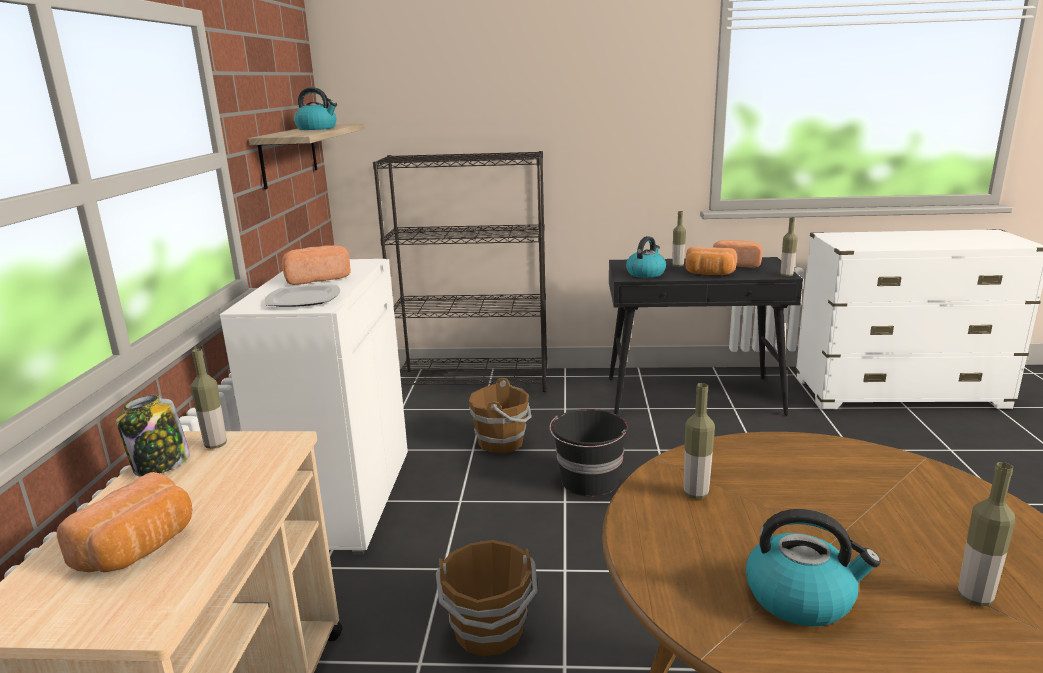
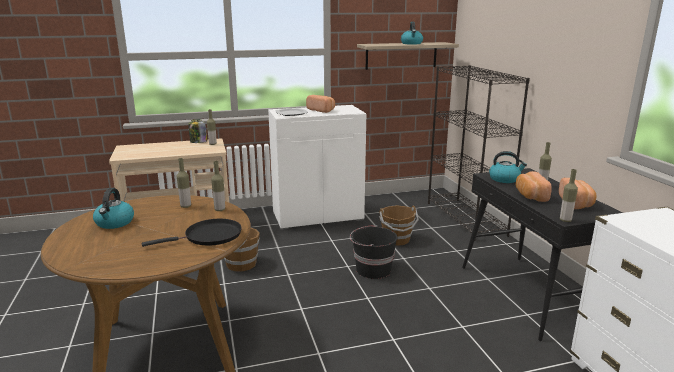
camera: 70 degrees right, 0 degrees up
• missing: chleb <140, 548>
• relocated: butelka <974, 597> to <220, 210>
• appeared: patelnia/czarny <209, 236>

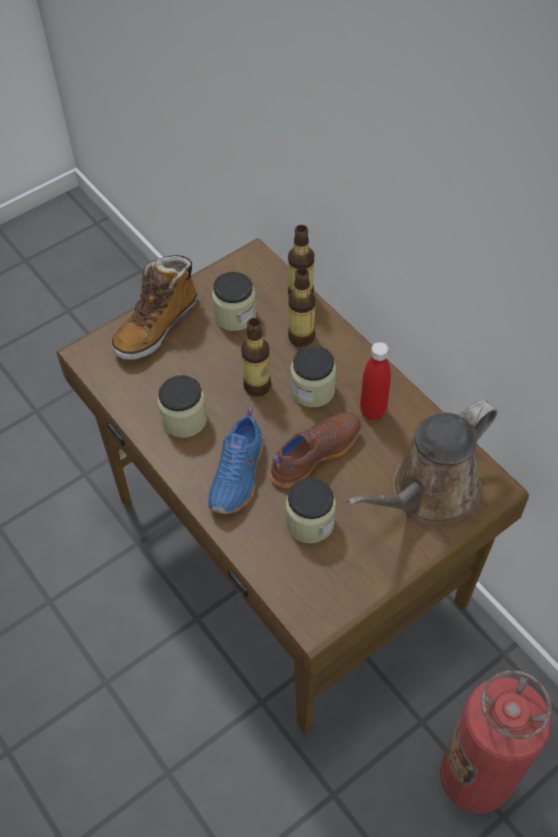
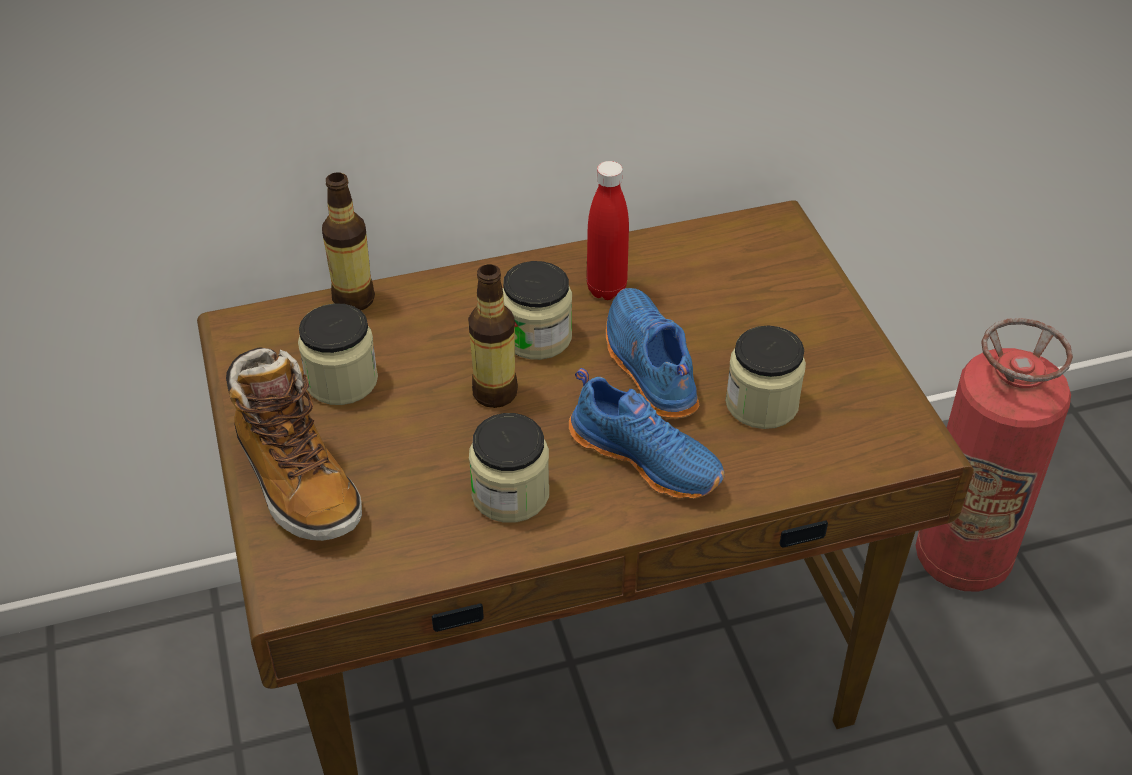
camera: 70 degrees left, 10 degrees down
• colour: but/brązowy <313, 453> to but/niebieski <647, 367>
• missing: butelka <301, 337>
• missing: konewka/brązowy <428, 493>

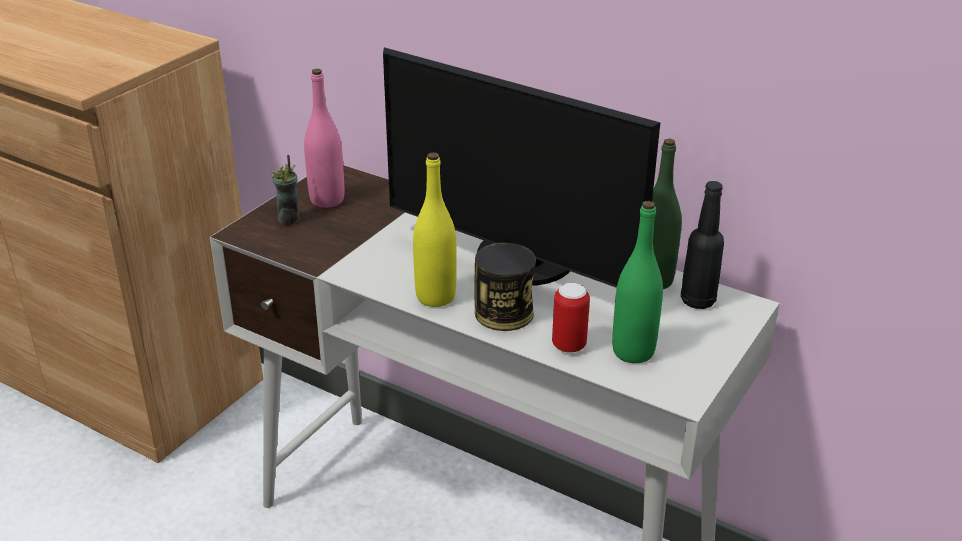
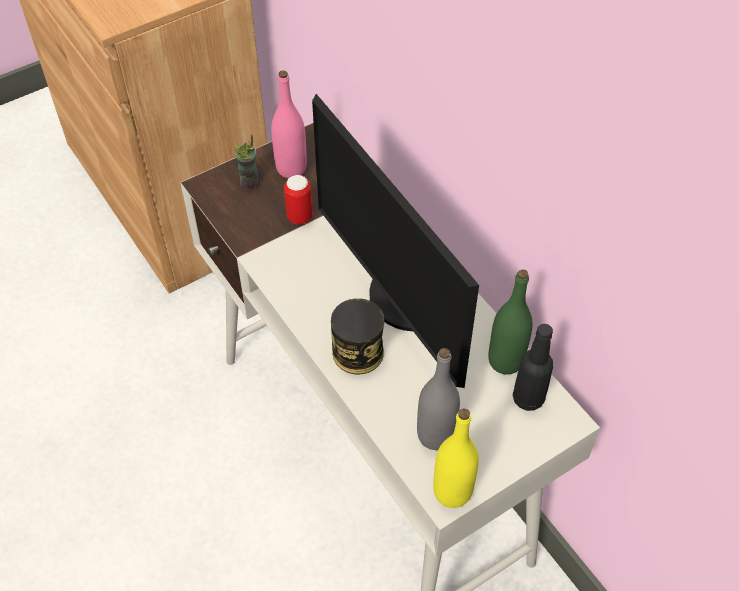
camera: 25 degrees right, 20 degrees up
• relocated: butelka/żółty <435, 297> to <452, 491>
• relocated: puszka <569, 345> to <300, 217>
• colour: butelka/zielony <633, 351> to butelka/szary <435, 435>

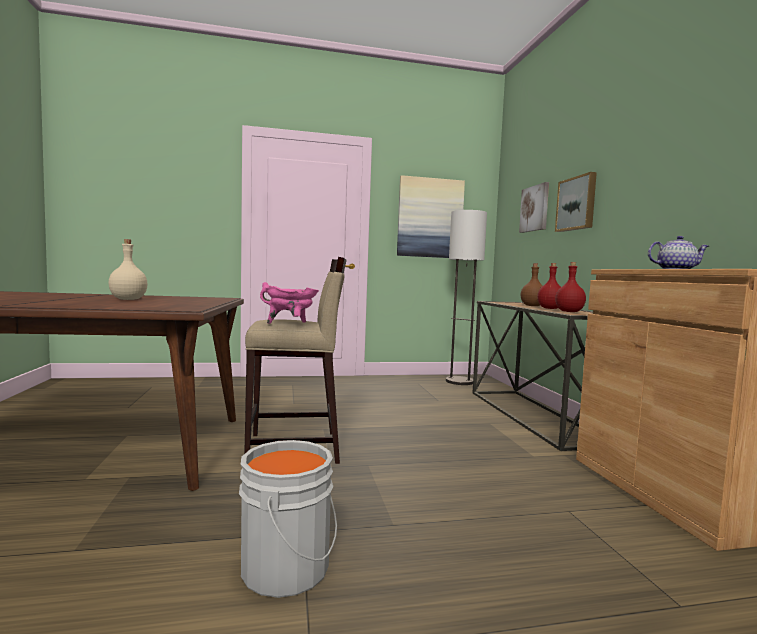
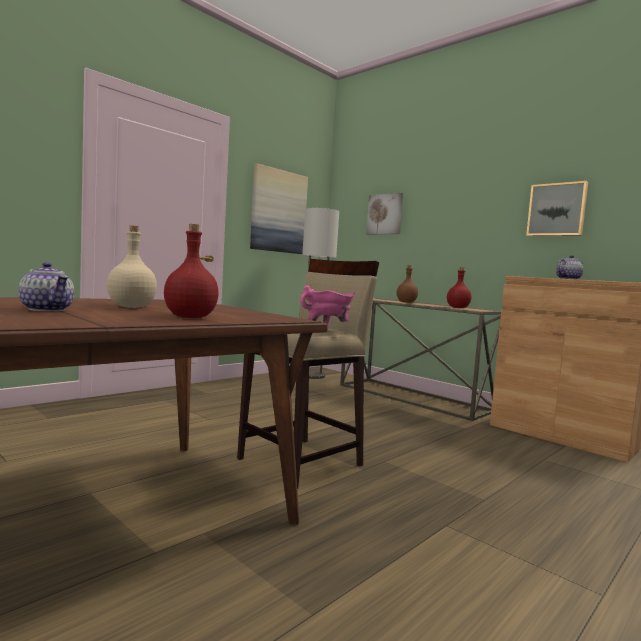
camera: 35 degrees left, 0 degrees up
• missing: wiadro/szary <290, 569>
• relocated: butelka/czerwony <550, 308> to <191, 317>
• relocated: obraz <577, 203> to <557, 210>
• appeared: imbryk <48, 309>

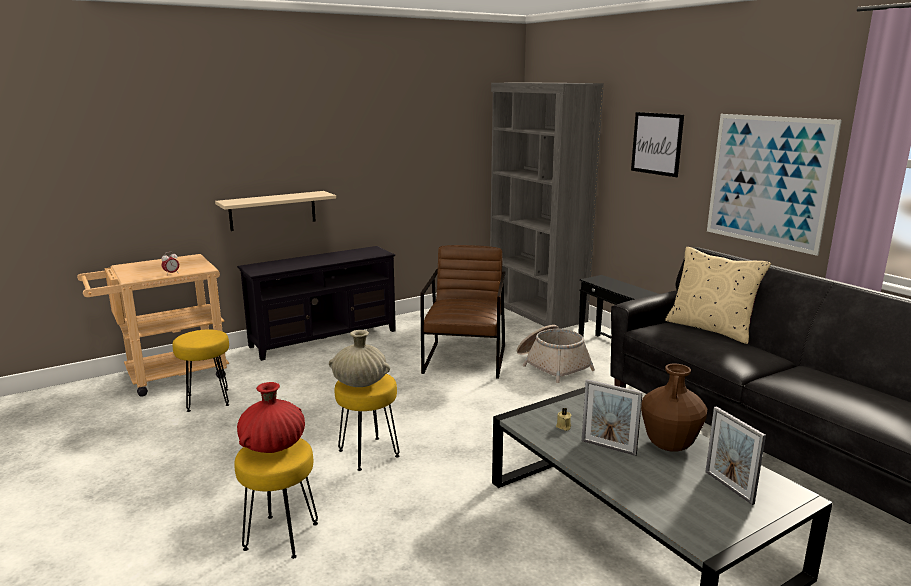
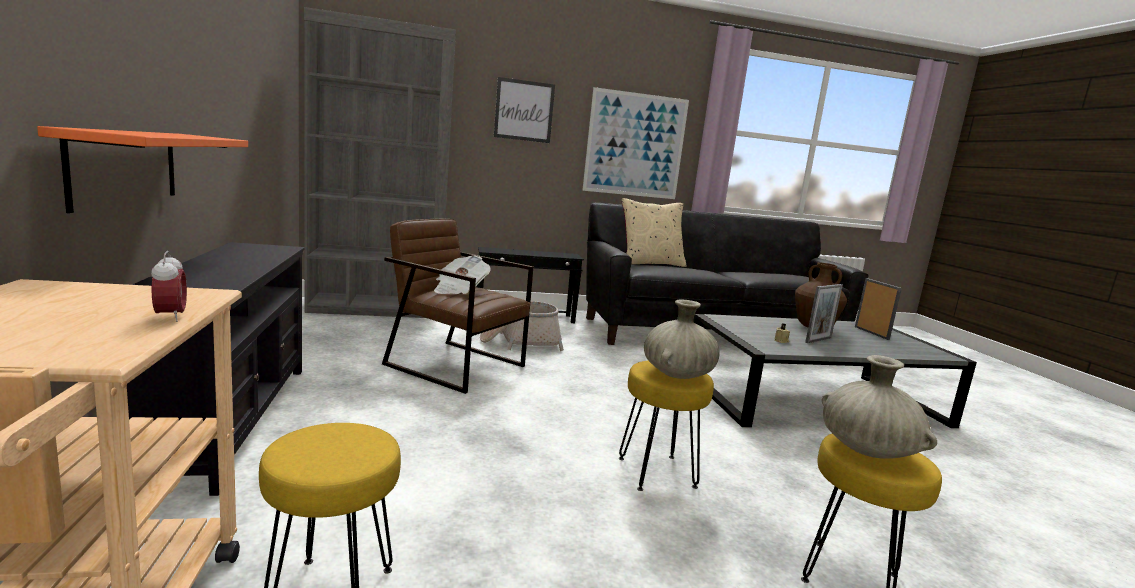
camera: 70 degrees left, 5 degrees down
• colour: półka/beżowy <273, 210> to półka/pomarańczowy <125, 167>
• colour: wazon/czerwony <273, 446> to wazon/beżowy <867, 450>
• spun: ramka na zdjęcie <728, 487> = <871, 333> 105 degrees counterclockwise
• appeared: gazeta <459, 290>

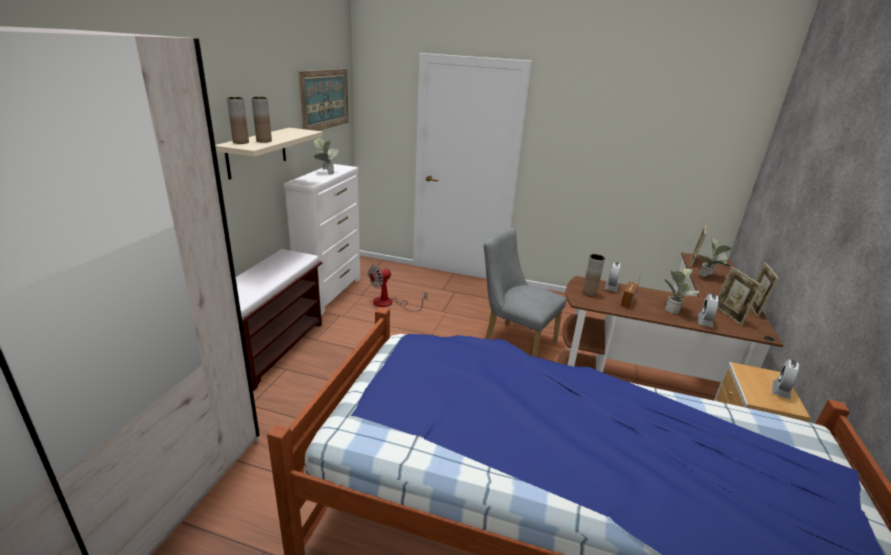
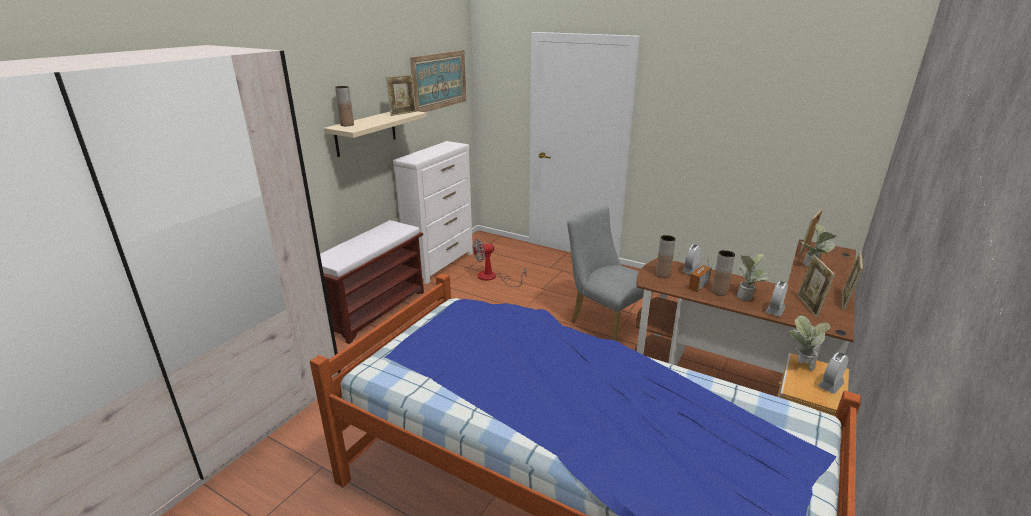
camera: 15 degrees right, 0 degrees up
• relocated: wazon/brązowy <264, 141> to <719, 292>
• relocated: roślina doniczkowa <326, 173> to <800, 364>
• appeared: ramka na zdjęcie <403, 113>

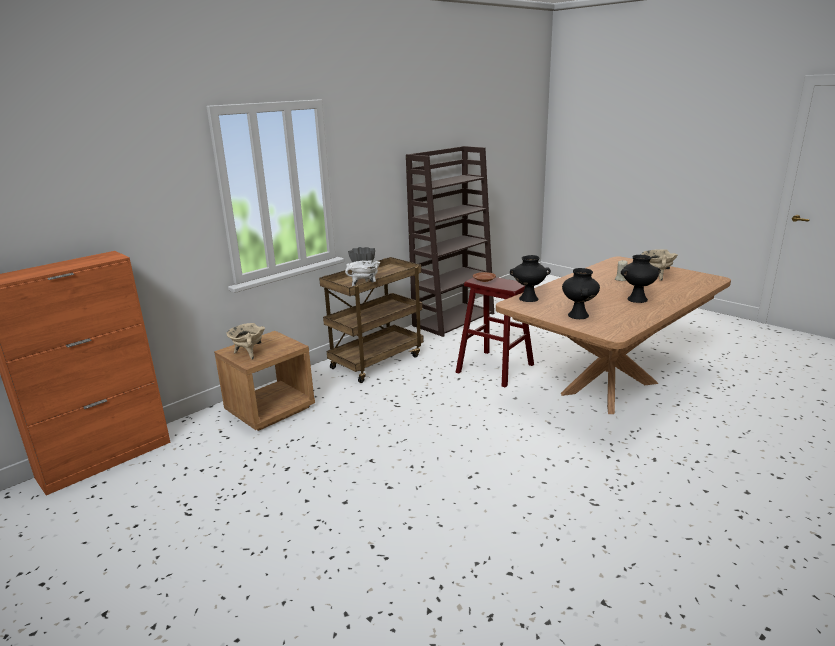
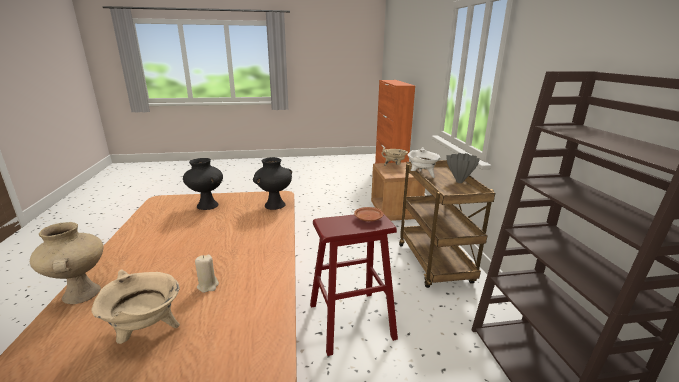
camera: 125 degrees right, 0 degrees up
• missing: wazon/czarny <637, 299>
• appeared: wazon/beżowy <81, 293>

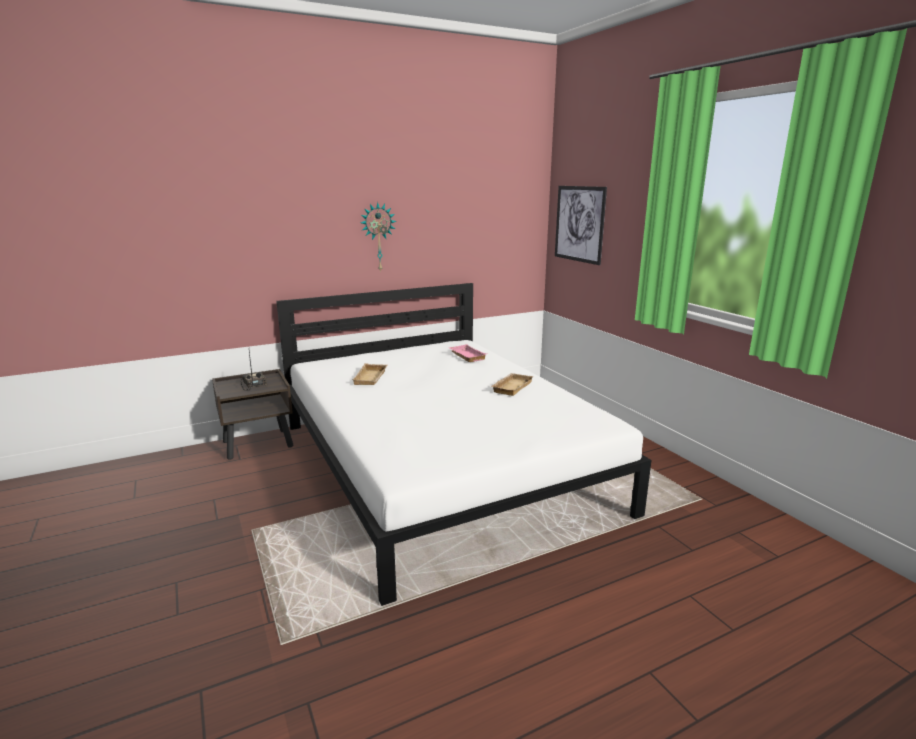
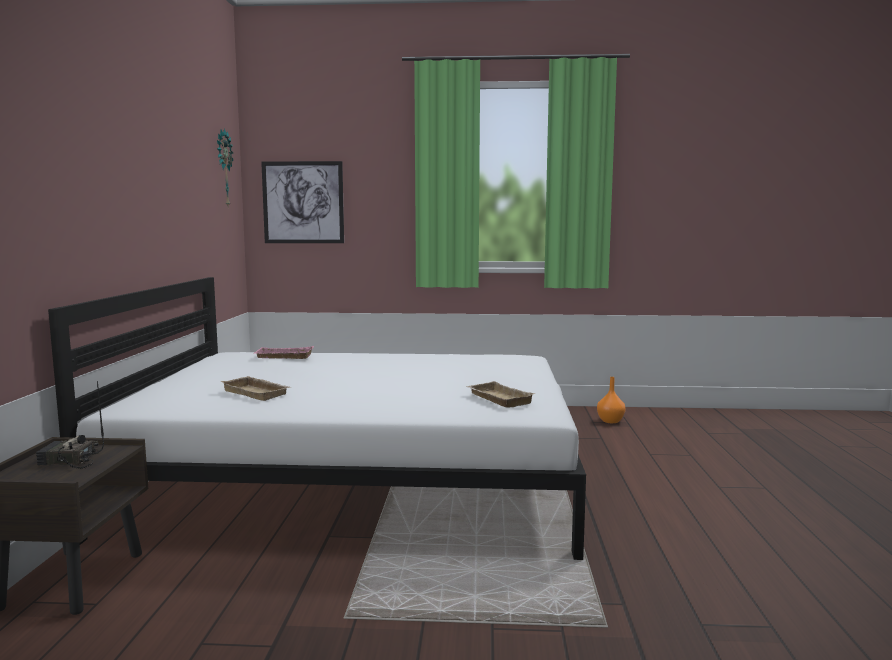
camera: 60 degrees left, 10 degrees down
• relocated: zegar ścienny <378, 237> to <222, 168>
• relocated: taca/beżowy <511, 387> to <497, 399>
• appeared: wazon/pomarańczowy <610, 421>

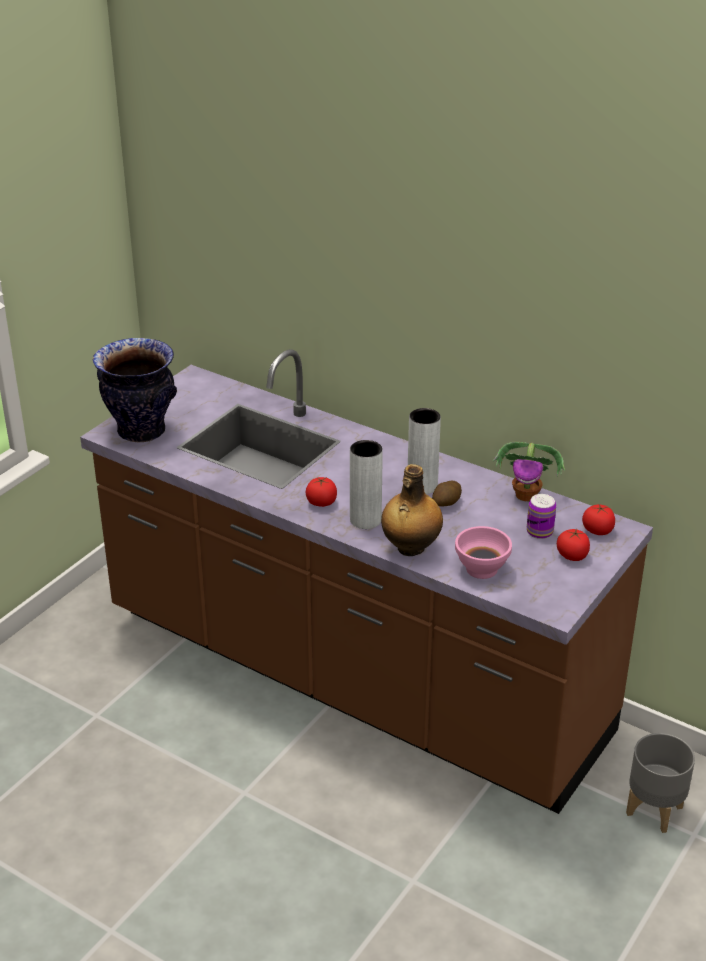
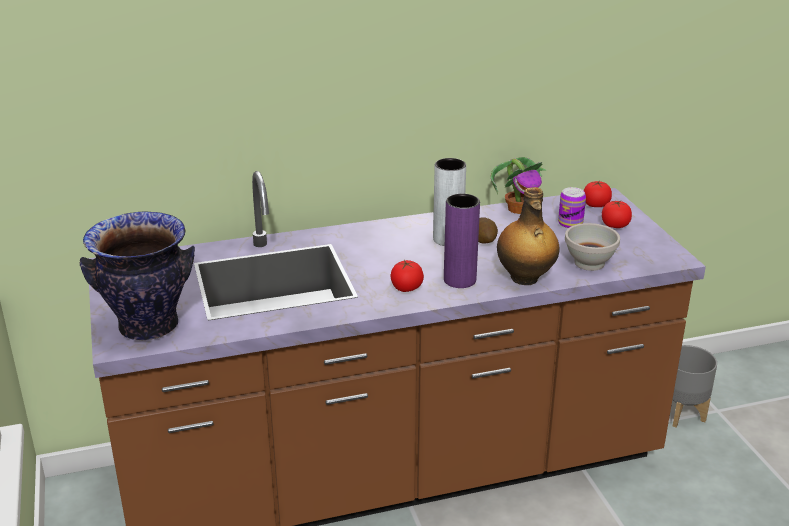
camera: 50 degrees left, 5 degrees down
• colour: wazon/szary <365, 520> to wazon/fioletowy <459, 280>
• colour: miska/różowy <480, 569> to miska/biały <589, 263>

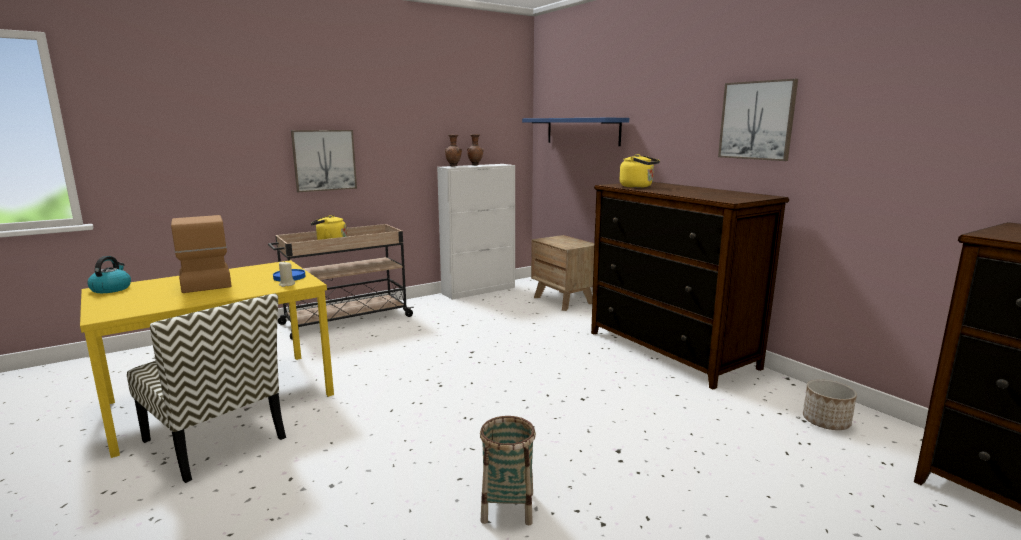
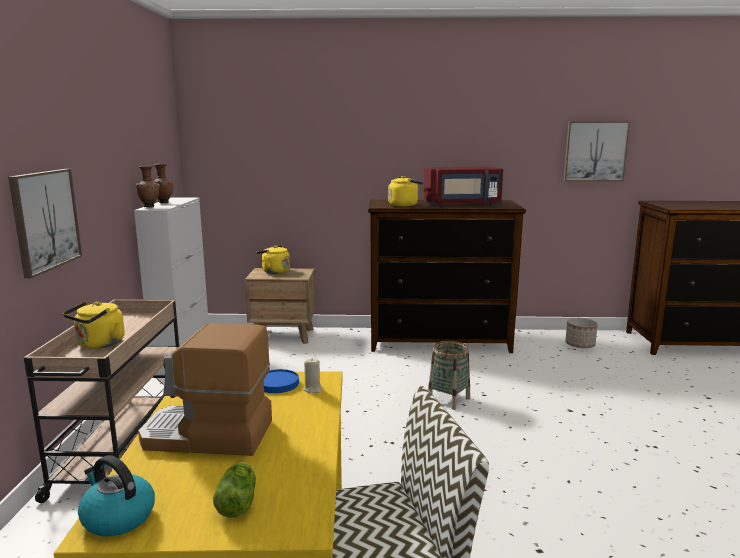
camera: 55 degrees left, 0 degrees up
• relocated: koszyk <508, 507> to <448, 399>
• missing: półka/niebieski <582, 131>
• relocated: obraz <757, 120> to <595, 151>
• appeared: sałata <238, 501>
• appeared: czajnik/żółty <274, 271>
• appeared: mikrofalówka/czerwony <462, 204>

